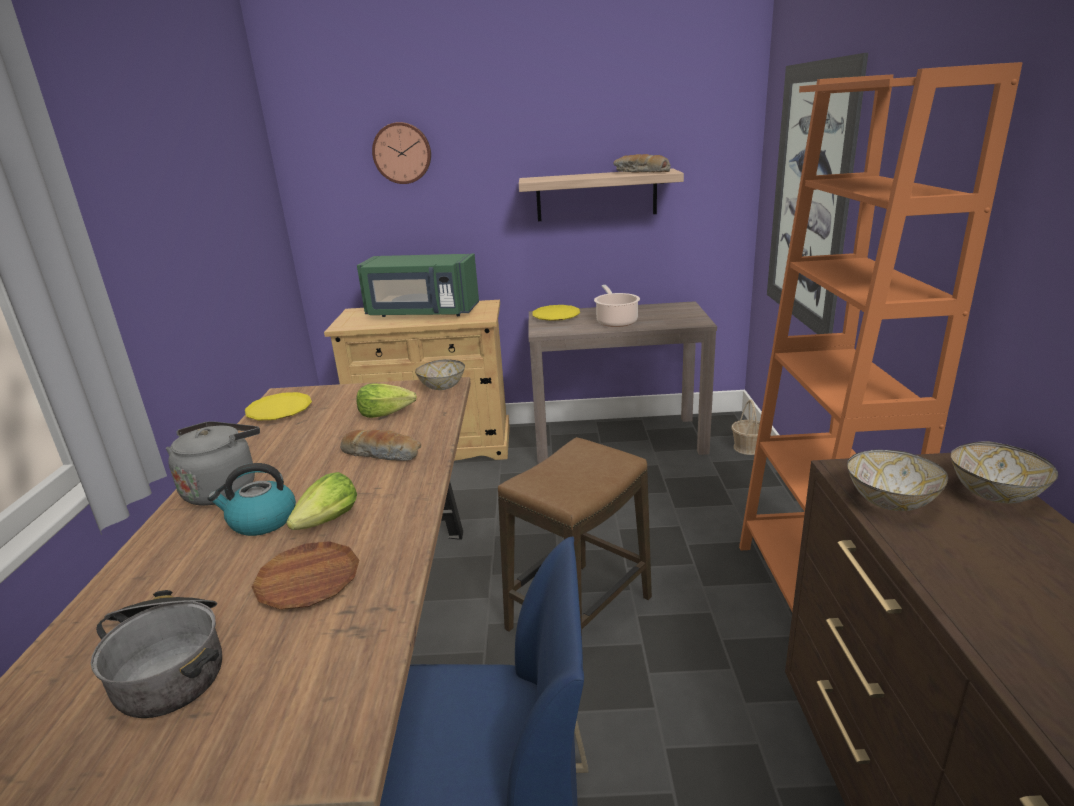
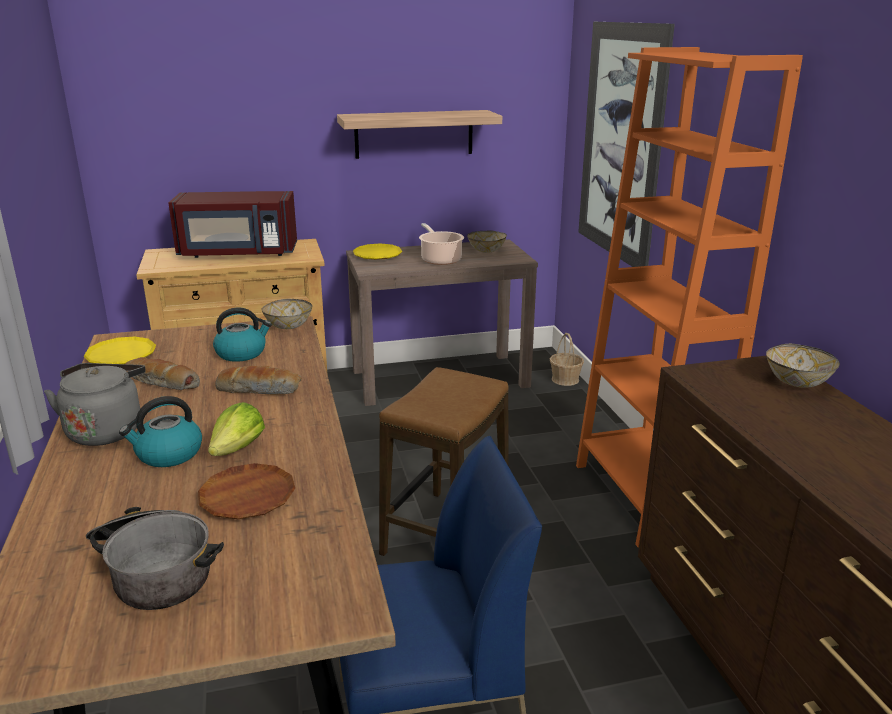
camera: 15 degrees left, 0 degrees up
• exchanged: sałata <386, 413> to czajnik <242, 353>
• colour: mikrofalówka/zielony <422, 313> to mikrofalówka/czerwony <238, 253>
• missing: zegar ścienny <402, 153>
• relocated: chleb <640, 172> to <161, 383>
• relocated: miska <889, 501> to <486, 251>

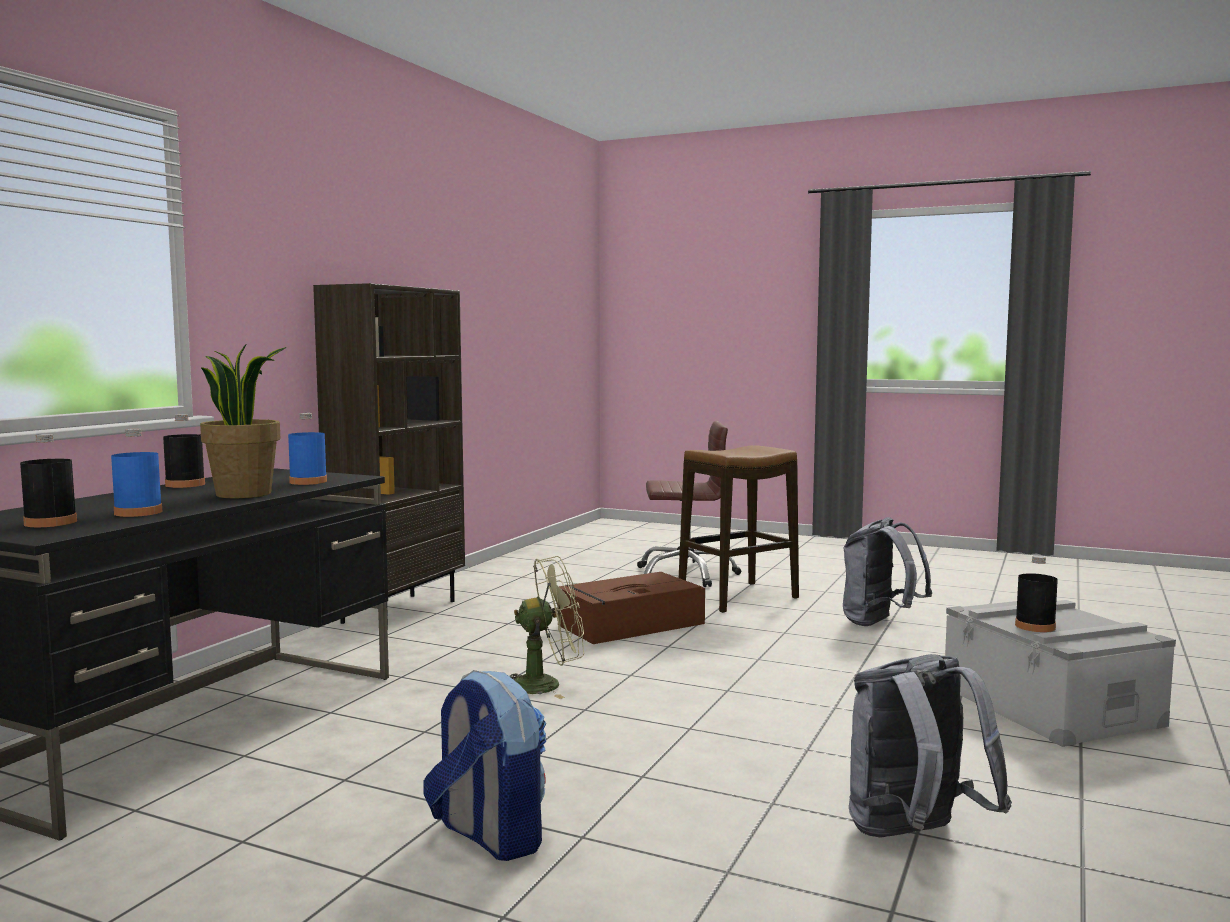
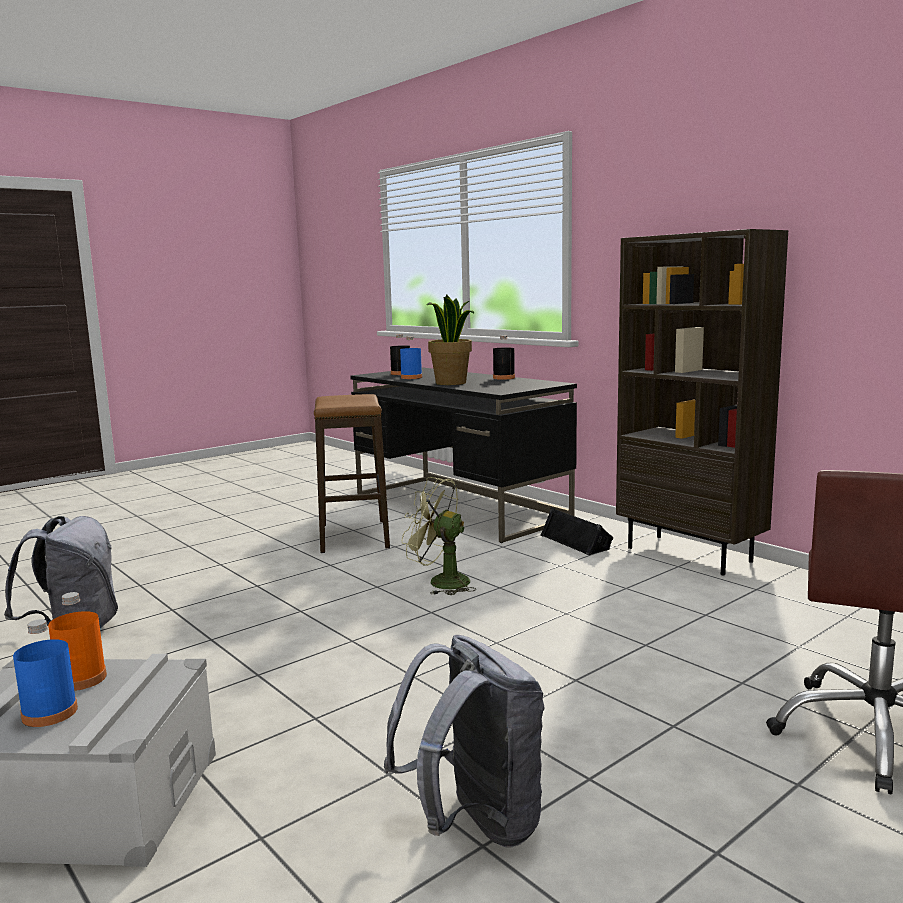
camera: 115 degrees right, 5 degrees up
• relocated: butelka/niebieski <308, 482> to <50, 713>
• missing: plecak <489, 835>
• spun: wentylator/zielony <546, 684> = <440, 582> 105 degrees clockwise
• missing: pojemnik do przechowywania/brązowy <629, 624>
• relocated: stołek <738, 598> to <354, 536>
• colour: butelka/czarny <1035, 626> to butelka/pomarańczowy <81, 679>
• appeared: głośnik/czarny <576, 541>

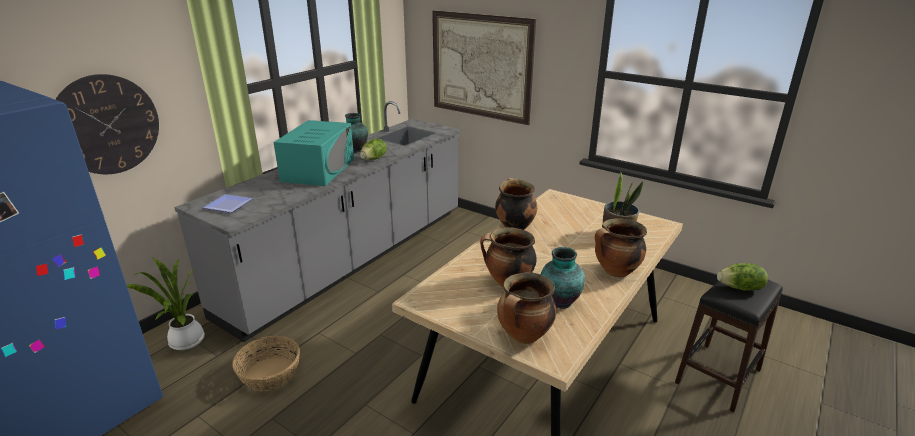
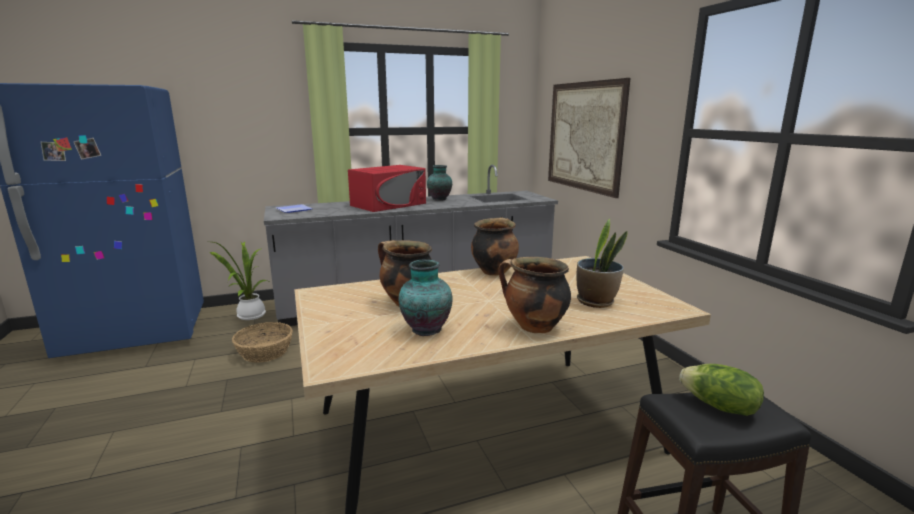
camera: 35 degrees right, 10 degrees down
• missing: zegar ścienny <107, 125>
• colour: mikrofalówka/turkusowy <318, 170> to mikrofalówka/czerwony <388, 204>
• missing: sałata <374, 159>
• missing: garnek <524, 336>

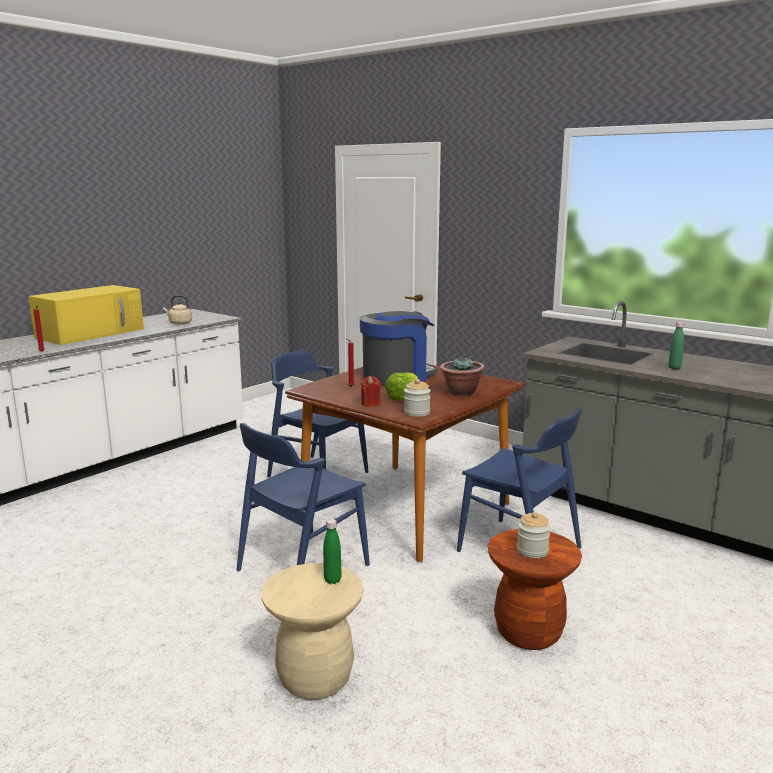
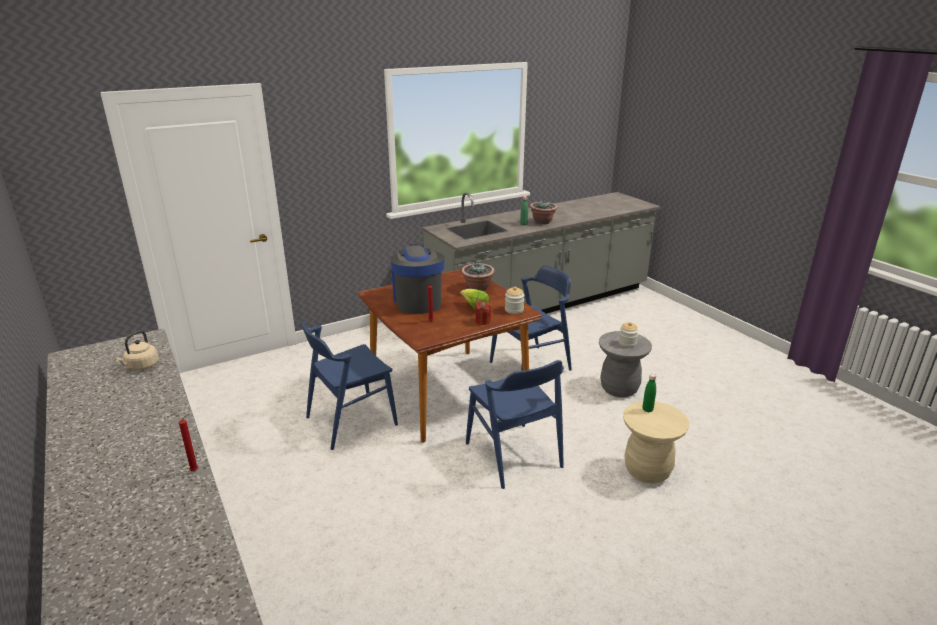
camera: 70 degrees left, 10 degrees up
• missing: mikrofalówka/żółty <92, 333>
• colour: stołek/brązowy <528, 632> to stołek/szary <619, 388>
• appeared: roślina doniczkowa <542, 222>

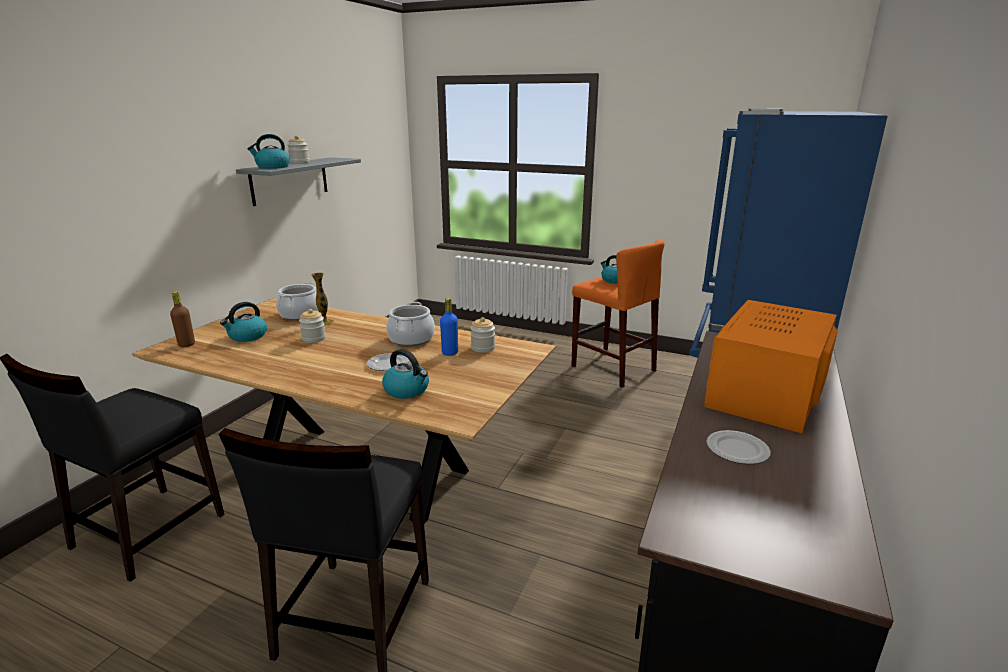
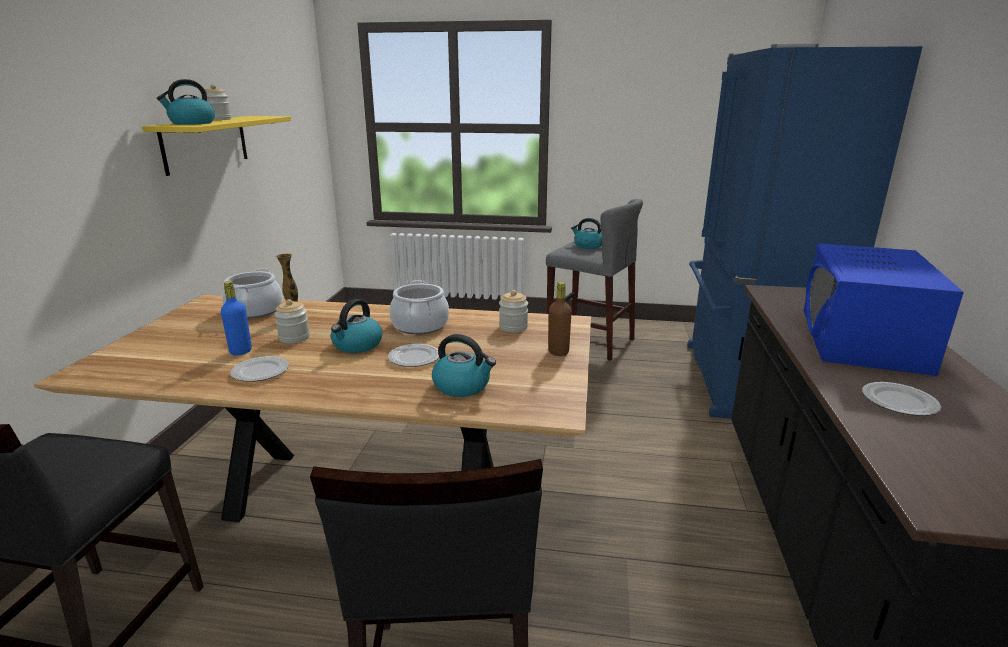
camera: 15 degrees left, 0 degrees up
• relocated: butelka/brązowy <186, 344> to <558, 352>
• relocated: czajnik <247, 336> to <357, 345>
• colour: półka/szary <290, 180> to półka/żółty <206, 143>
• relocated: butelka/niebieski <450, 353> to <241, 351>
• colour: stołek/pomarańczowy <613, 368> to stołek/szary <590, 341>
• colour: mikrofalówka/pomarańczowy <765, 392> to mikrofalówka/niebieski <862, 339>
• appeared: talerz <261, 372>

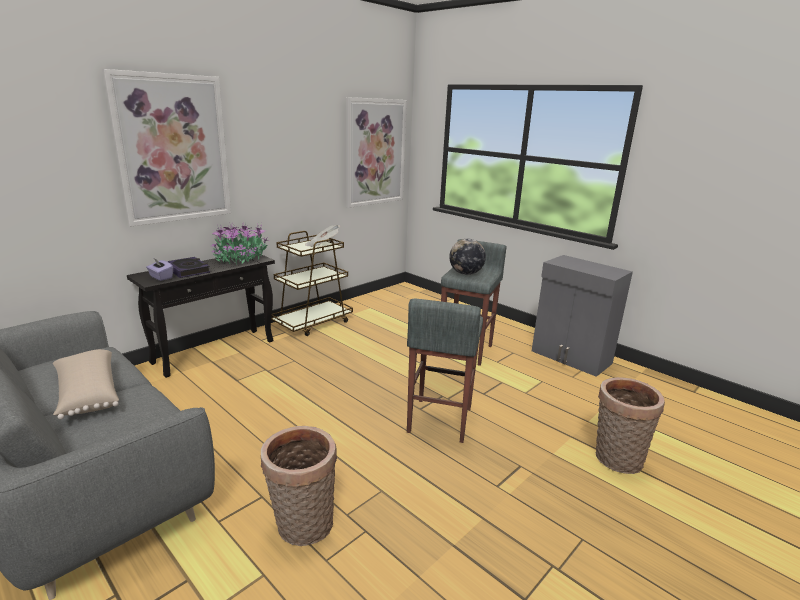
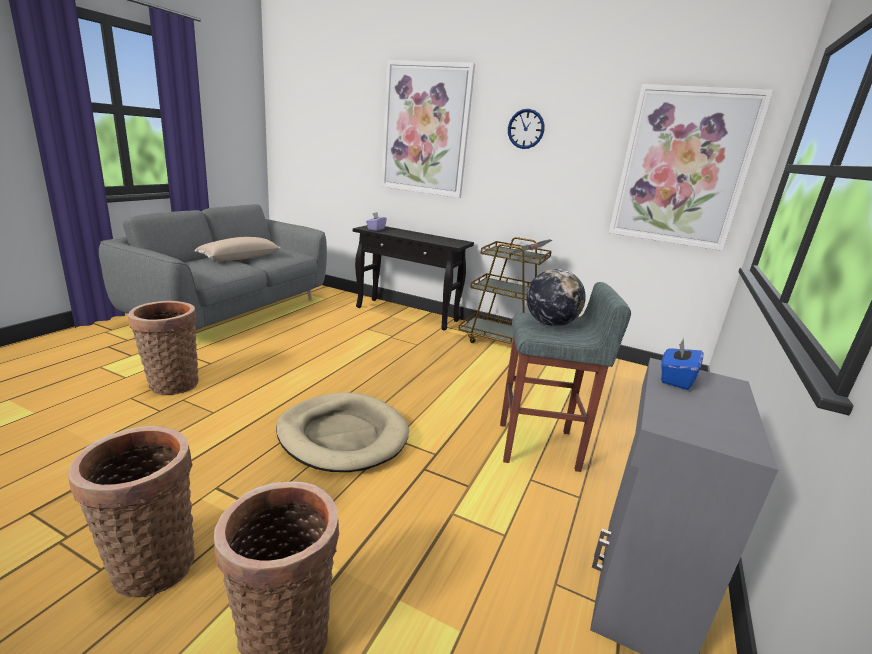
camera: 70 degrees right, 0 degrees up
• missing: książka <188, 270>
• missing: roślina doniczkowa <240, 259>
• exchanged: stołek/szary <438, 420> to legowisko/beżowy <342, 435>
• appeared: koszyk <150, 562>
• appeared: zegar ścienny <526, 129>
• appeared: pudełko chusteczek/niebieski <675, 379>

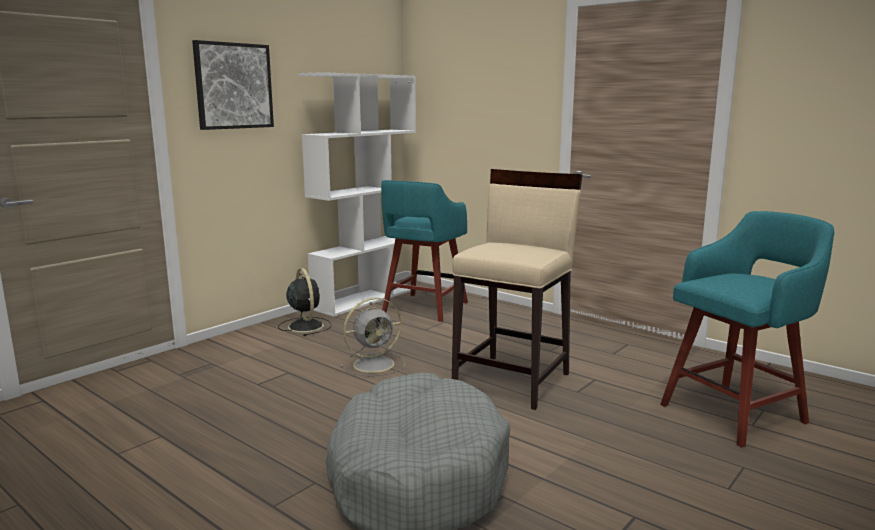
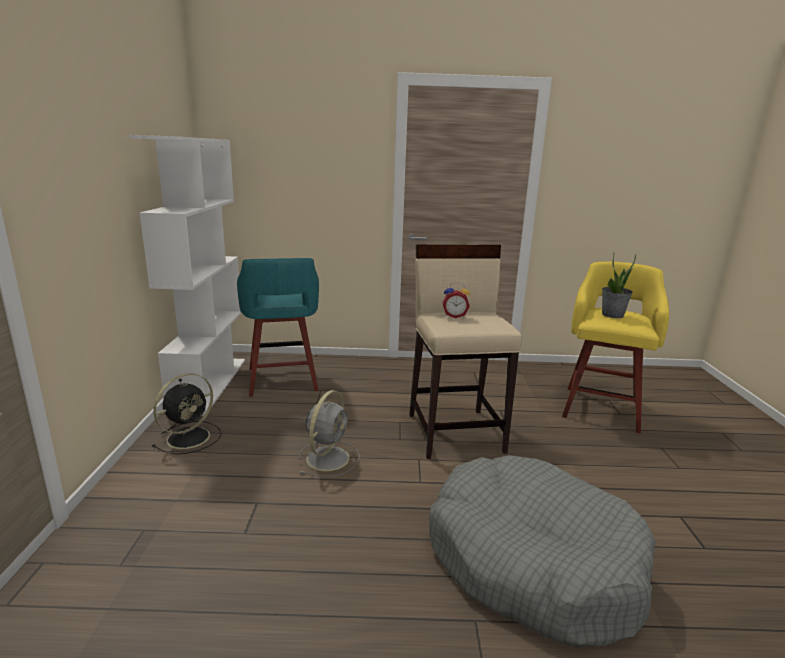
camera: 40 degrees left, 5 degrees up
• missing: obraz <233, 86>
• spun: wentylator/czarny <305, 326> = <190, 437> 105 degrees clockwise
• colour: stołek/turkusowy <736, 413> to stołek/żółty <601, 407>
• appeared: budzik <454, 316>
• appeared: roślina doniczkowa <612, 315>

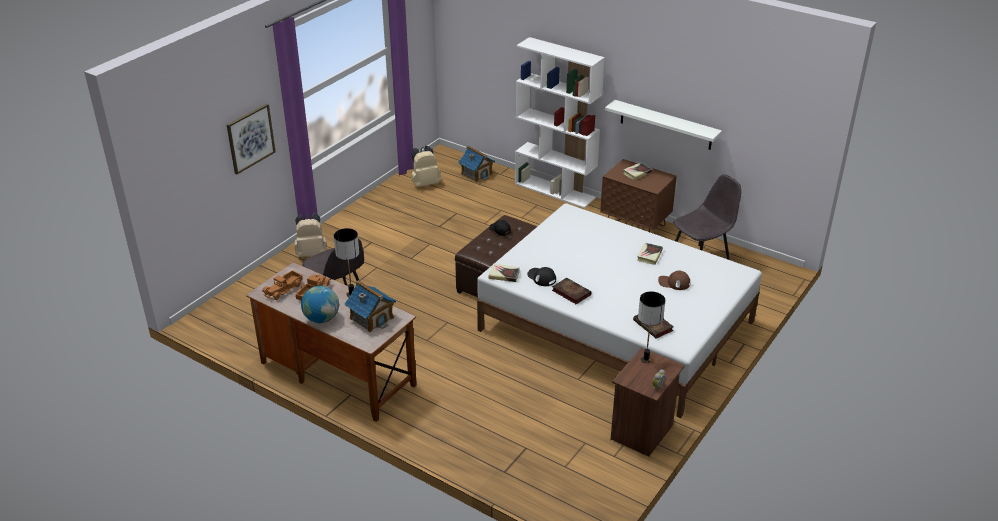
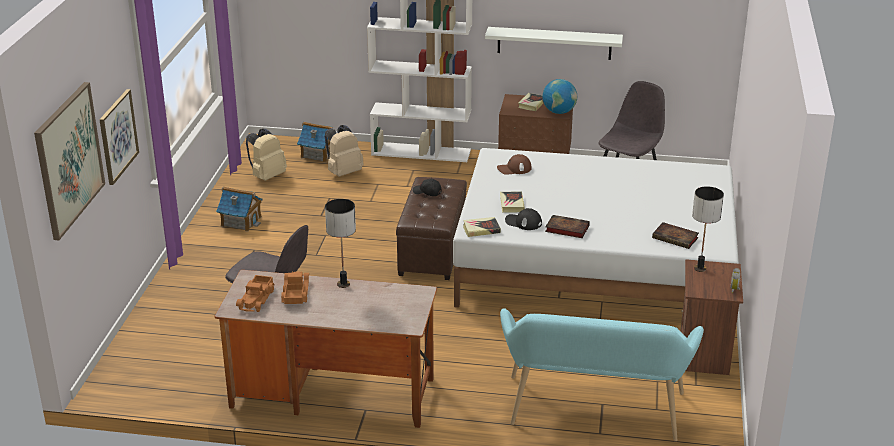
camera: 25 degrees left, 5 degrees down
• relocated: plecak/beżowy <312, 253> to <343, 172>
• relocated: globus <322, 318> to <559, 112>
• relocated: domek <371, 318> to <241, 221>
• relocated: książka <649, 255> to <511, 204>
• relocated: czapka z daszkiem/brązowy <674, 282> to <514, 169>
• appeared: obraz <69, 159>
• appeared: ławka/turkusowy <594, 414>

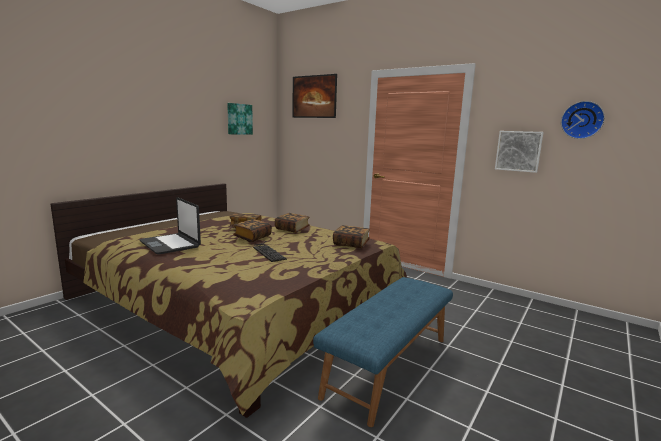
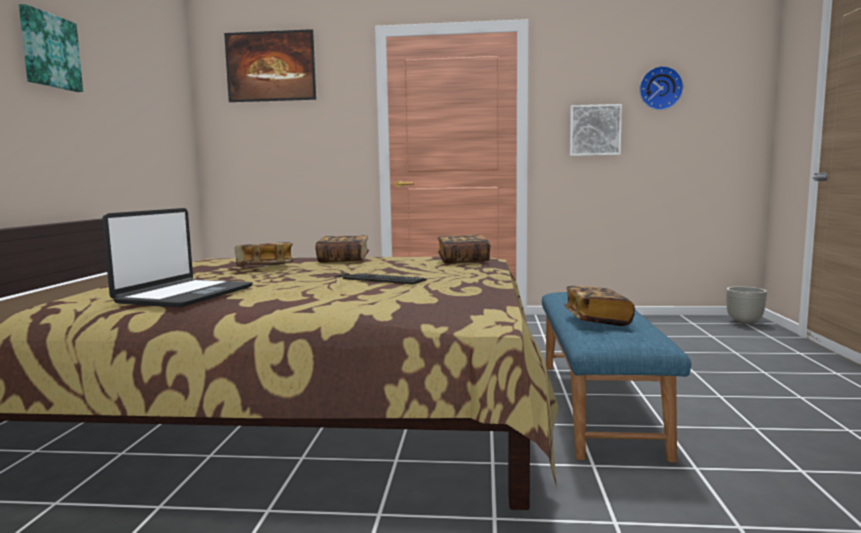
camera: 30 degrees left, 5 degrees down
• spun: laptop <170, 244> = <184, 295> 90 degrees counterclockwise
• relocated: obraz <239, 119> to <49, 51>
• relocated: książka <252, 237> to <597, 320>
• appeared: donica/szary <744, 322>

